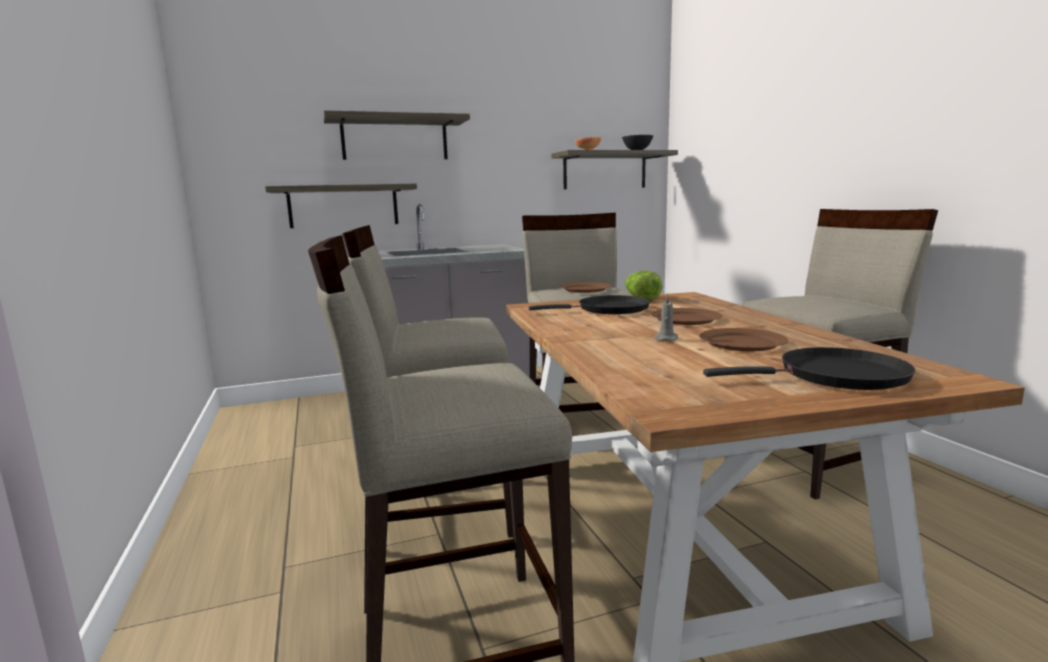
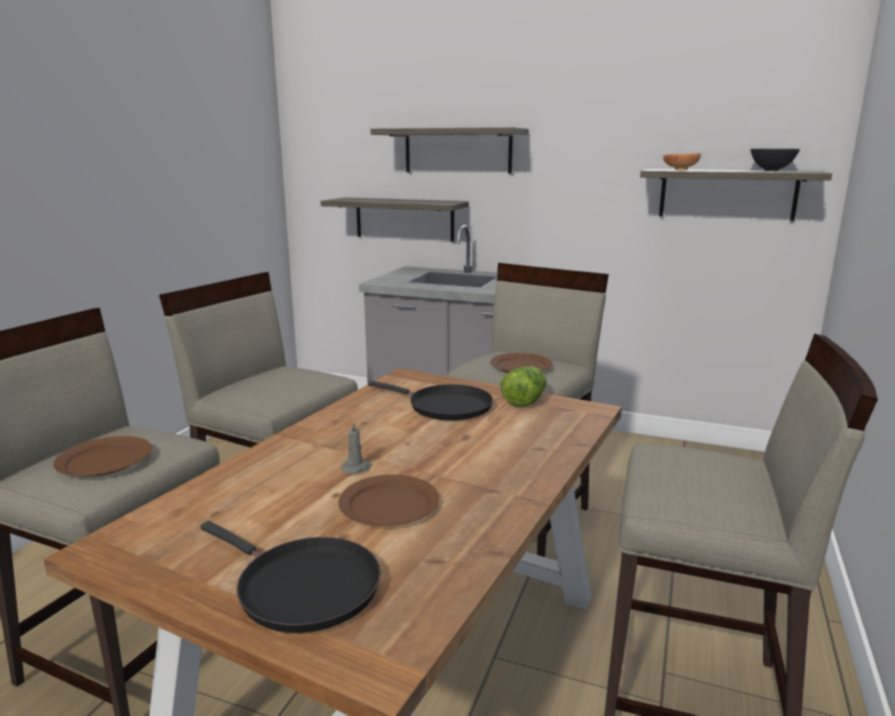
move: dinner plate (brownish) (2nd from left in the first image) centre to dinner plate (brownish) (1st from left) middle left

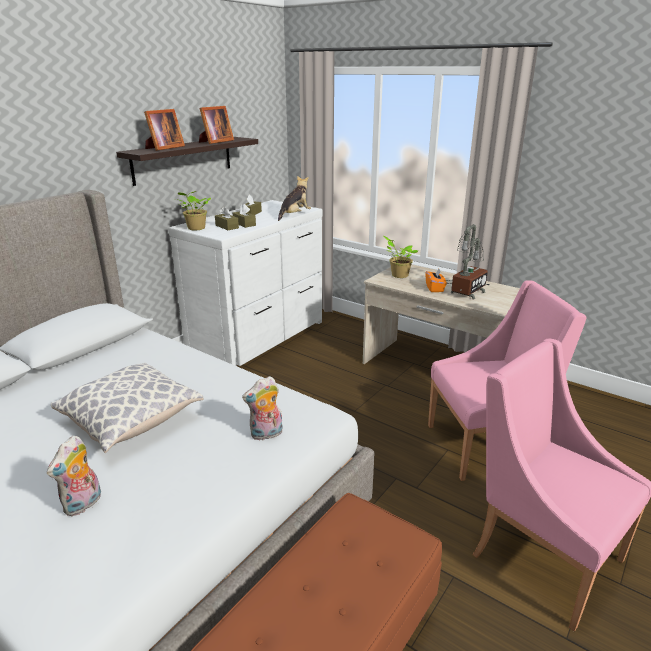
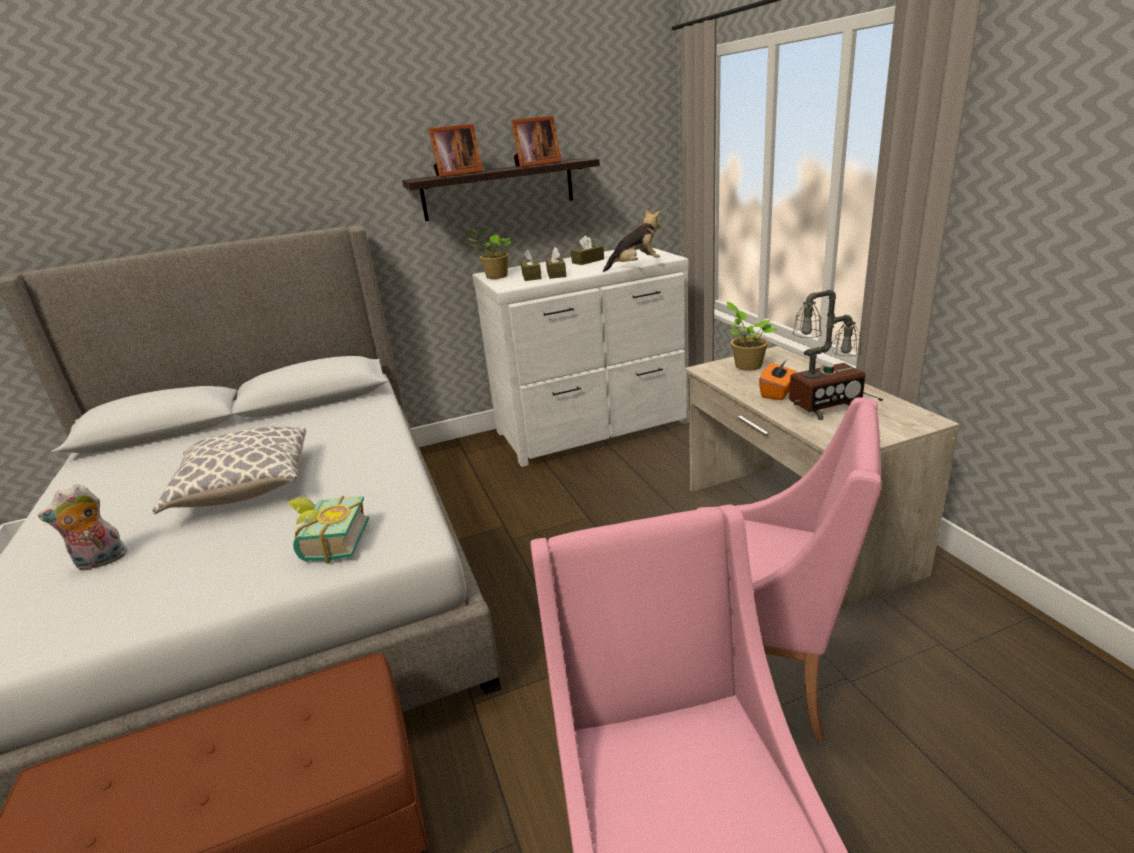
replace: soft toy (2nd from left) centre to volume middle left

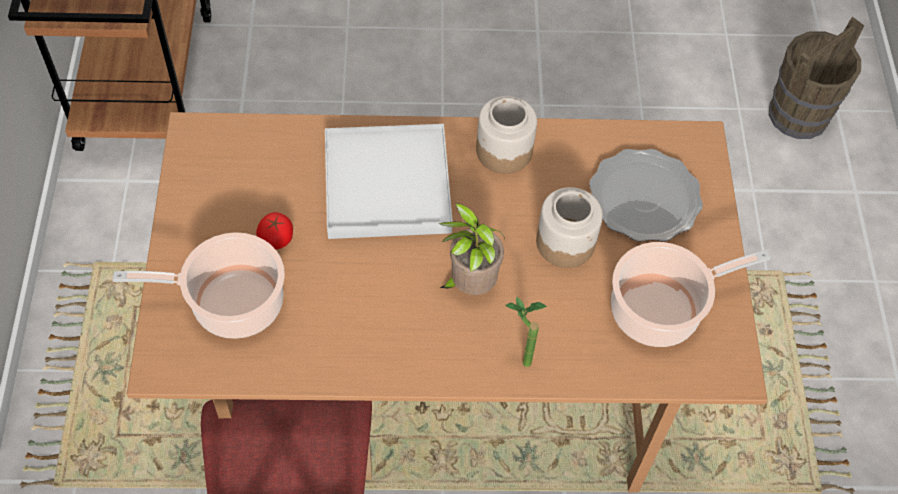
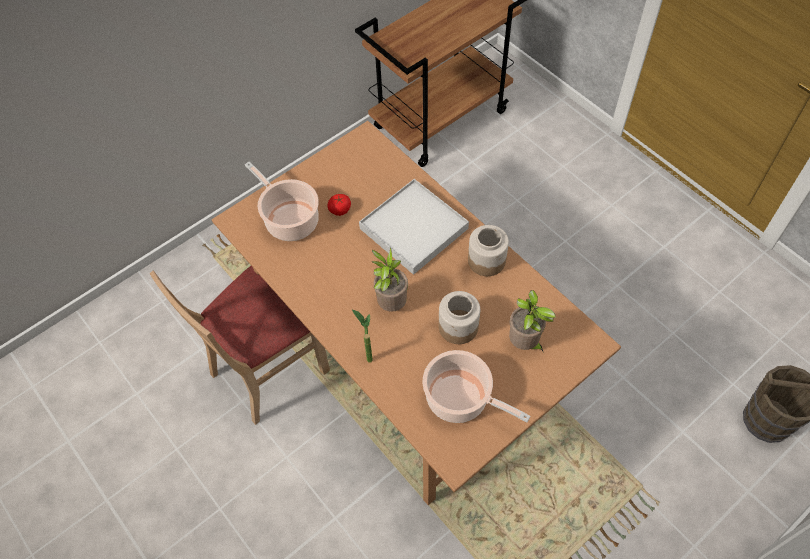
replace: dinner plate middle right to houseplant (3rd from left) centre

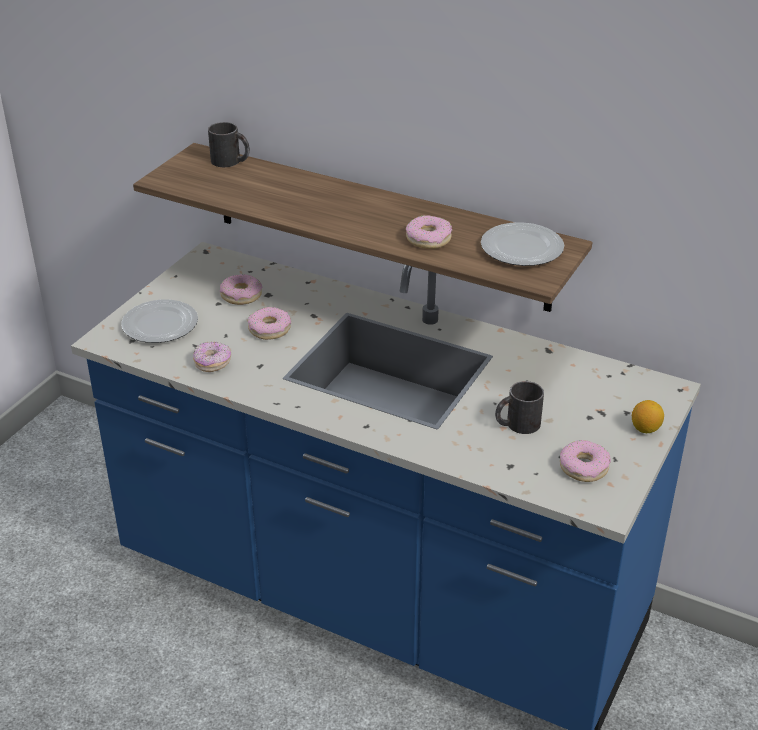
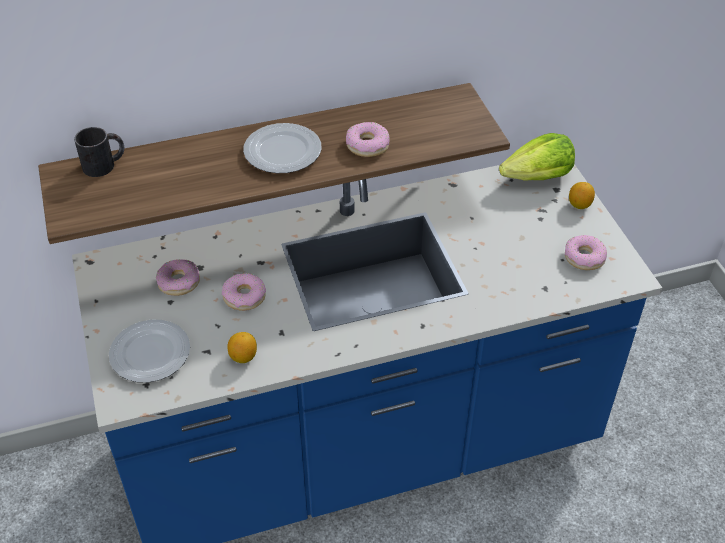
delete: coffee mug (black) (2nd from left) middle right
insert: head of lettuce top right
move: dinner plate (2nd from left) middle right to top centre
replace: doughnut (1st from left) middle left to lemon (1st from left) centre

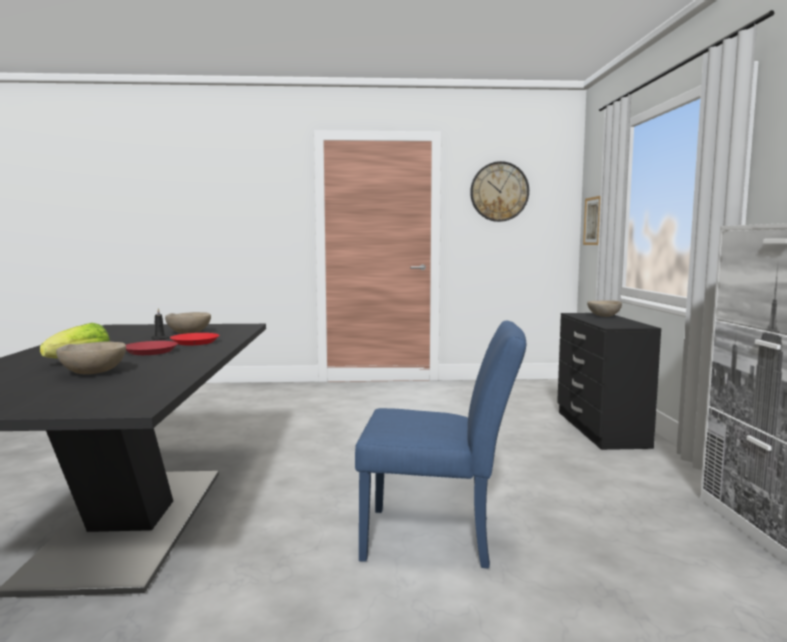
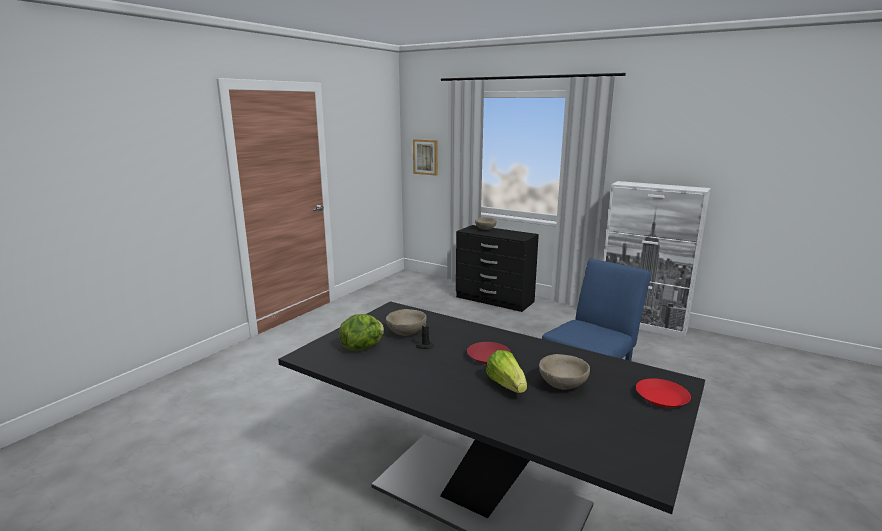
delete: wall clock top centre
insert: head of lettuce (1st from left) centre
move: dinner plate (red) (2nd from left) middle left to bottom right

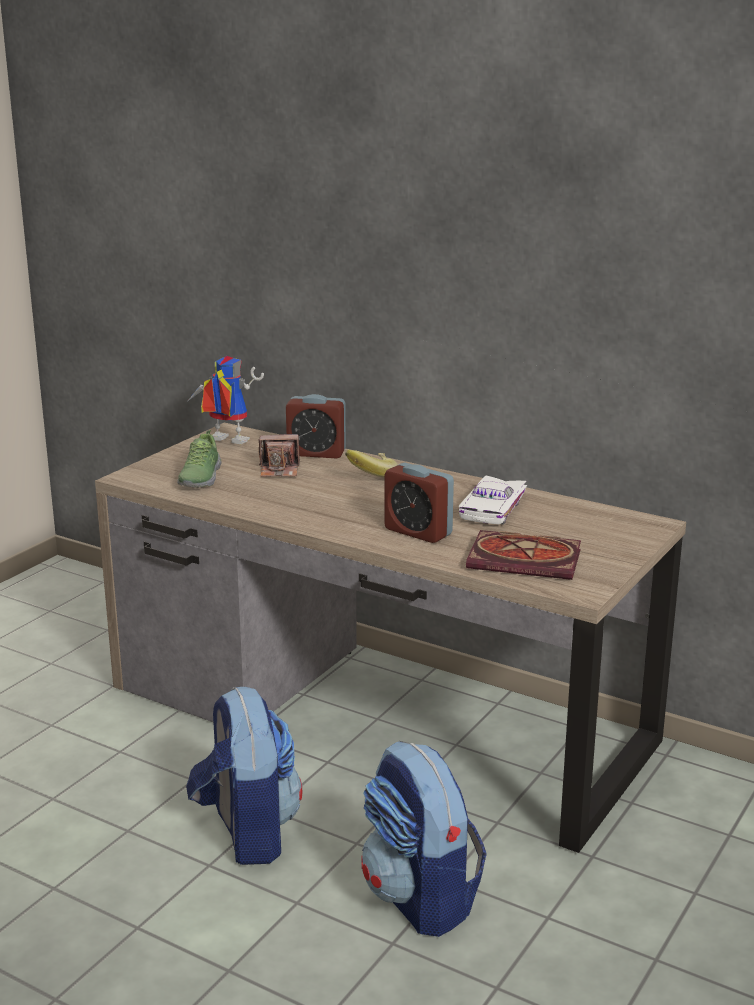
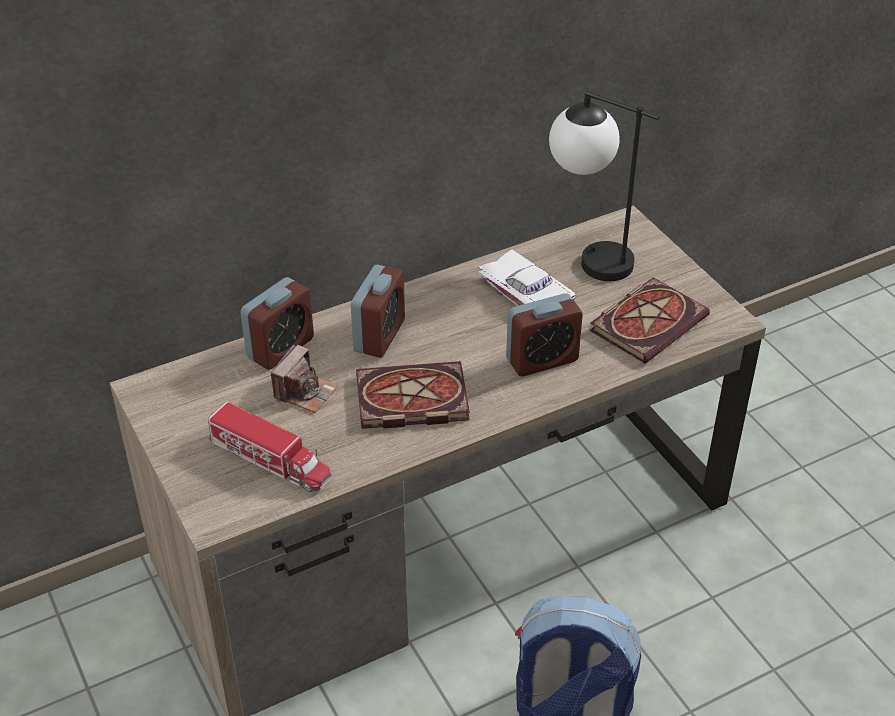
delete: toy robot middle left; backpack (2nd from left) bottom centre
insert: lamp for a table top right; volume (1st from left) centre
replace: shoe middle left to toy lorry middle left; whole banana centre to table clock (2nd from left) centre

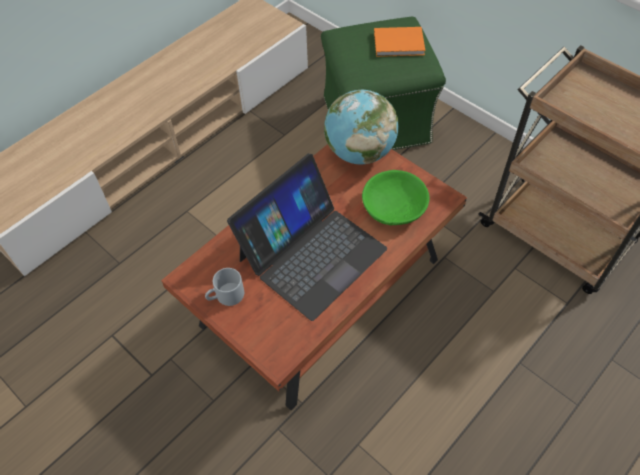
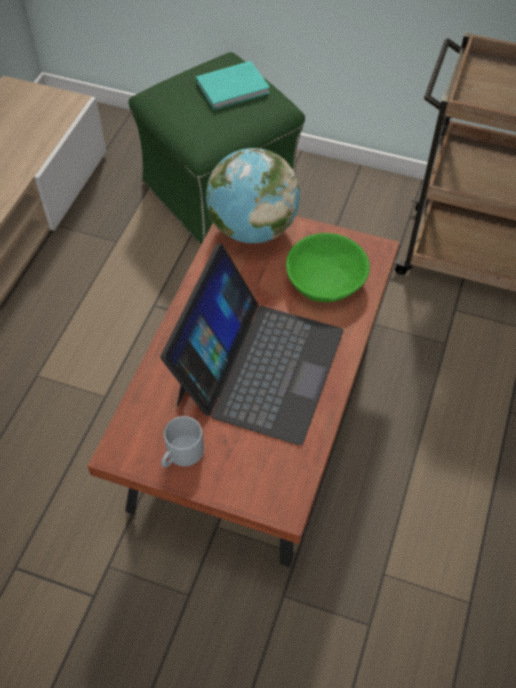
recolor: volume (orange-coloured) top centre to volume (turquoise) top centre

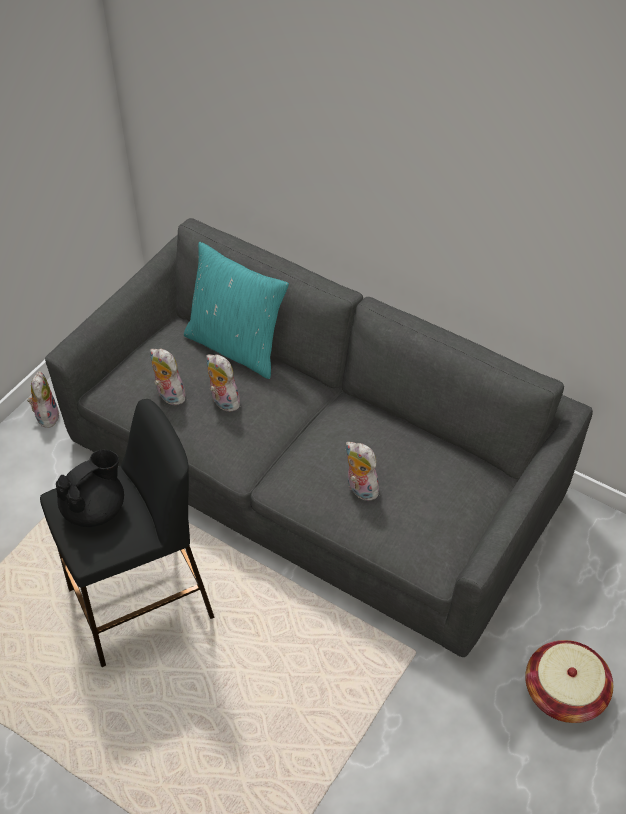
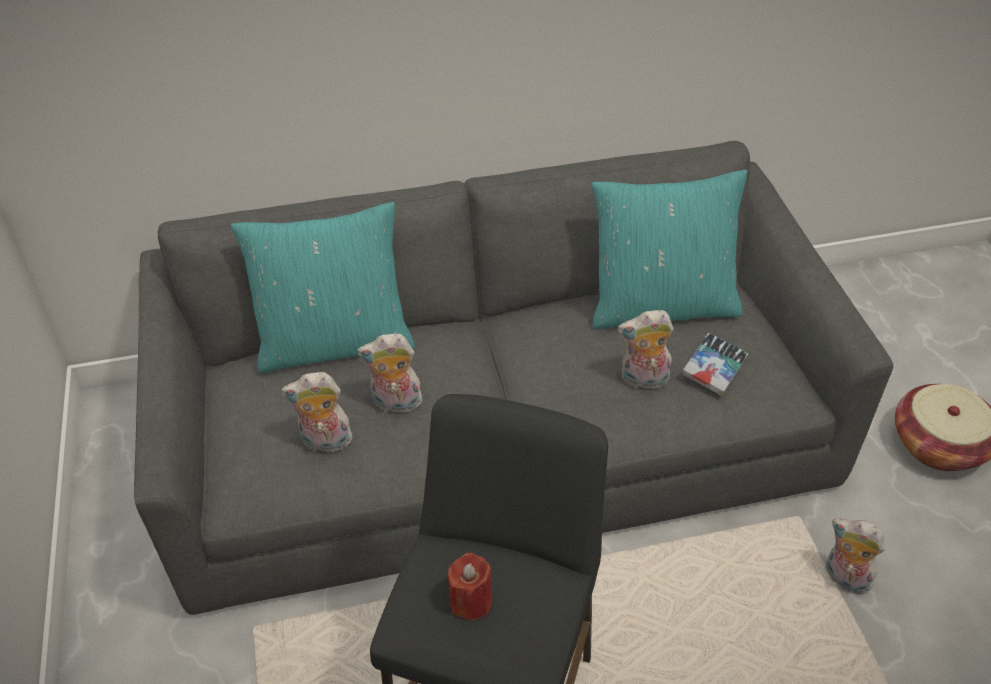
insert: cushion (turquoise) (2nd from left) middle right; volume middle right
move: soft toy (1st from left in the first image) middle left to soft toy (4th from left) bottom right
replace: tea pot (black) middle left to candle (red) bottom centre

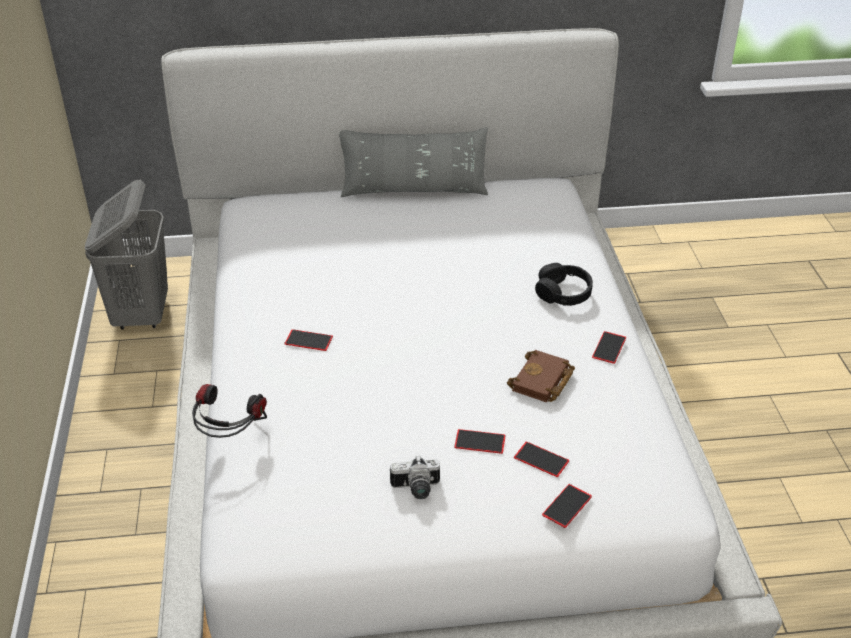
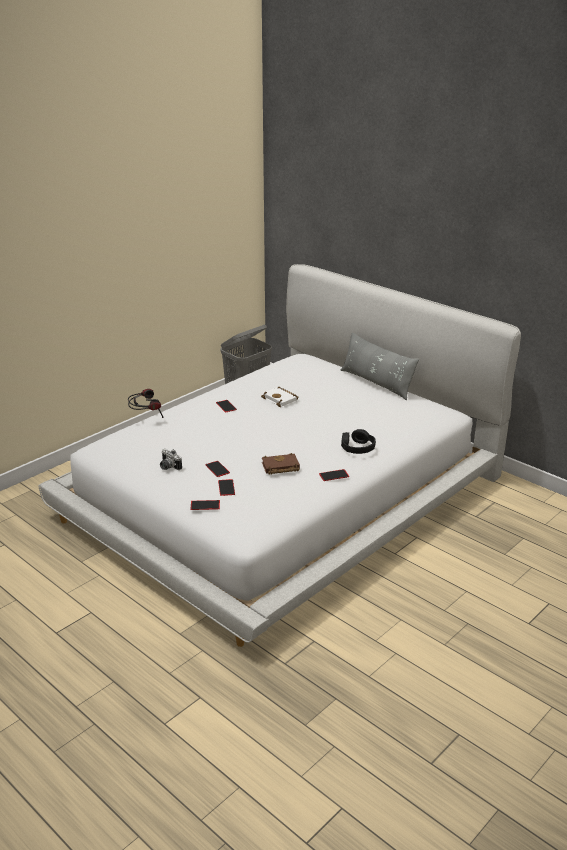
insert: volume (white) centre

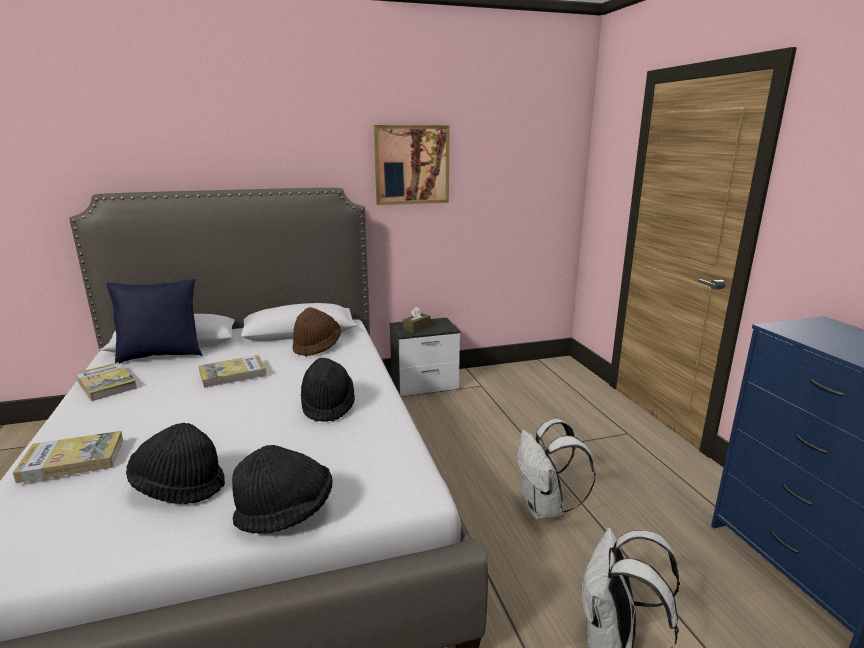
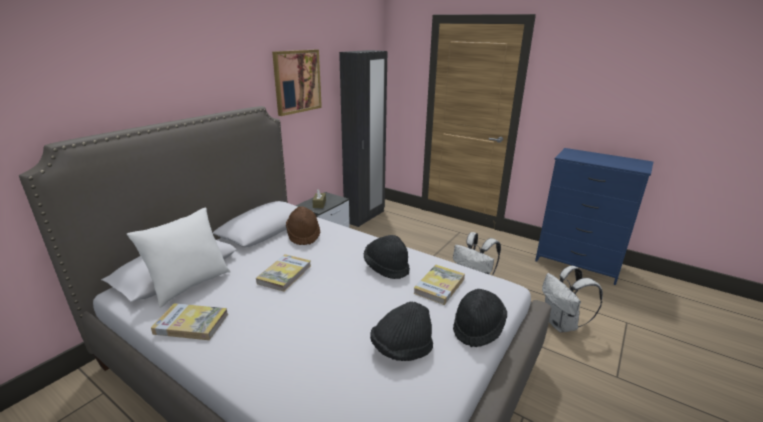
insert: armoire (black) top centre
move: volume (1st from left in the first image) bottom left to volume (3rd from left) bottom centre
recolor: cushion (blue) middle left to cushion (white) middle left

